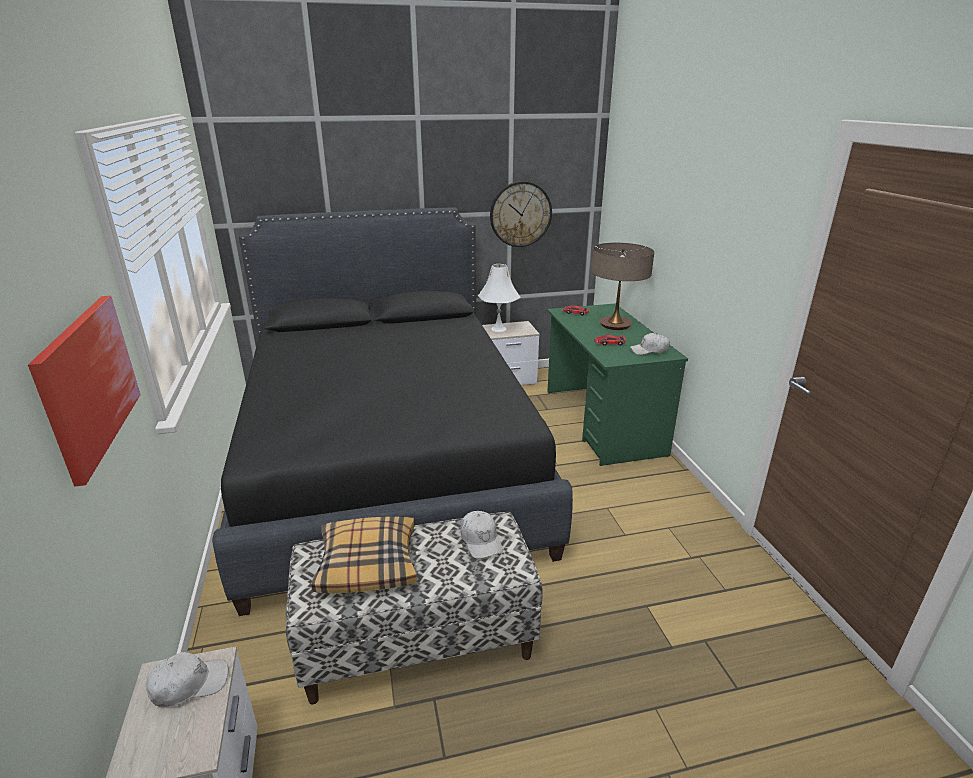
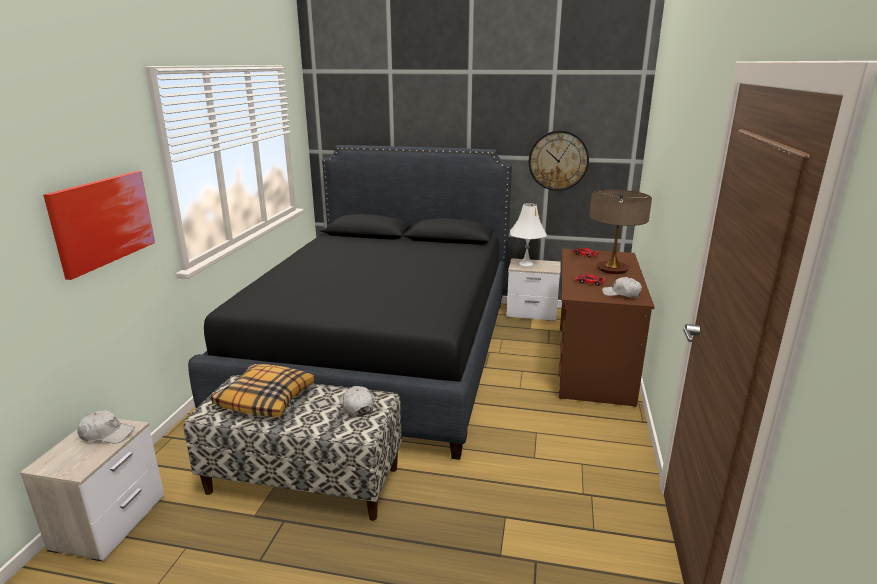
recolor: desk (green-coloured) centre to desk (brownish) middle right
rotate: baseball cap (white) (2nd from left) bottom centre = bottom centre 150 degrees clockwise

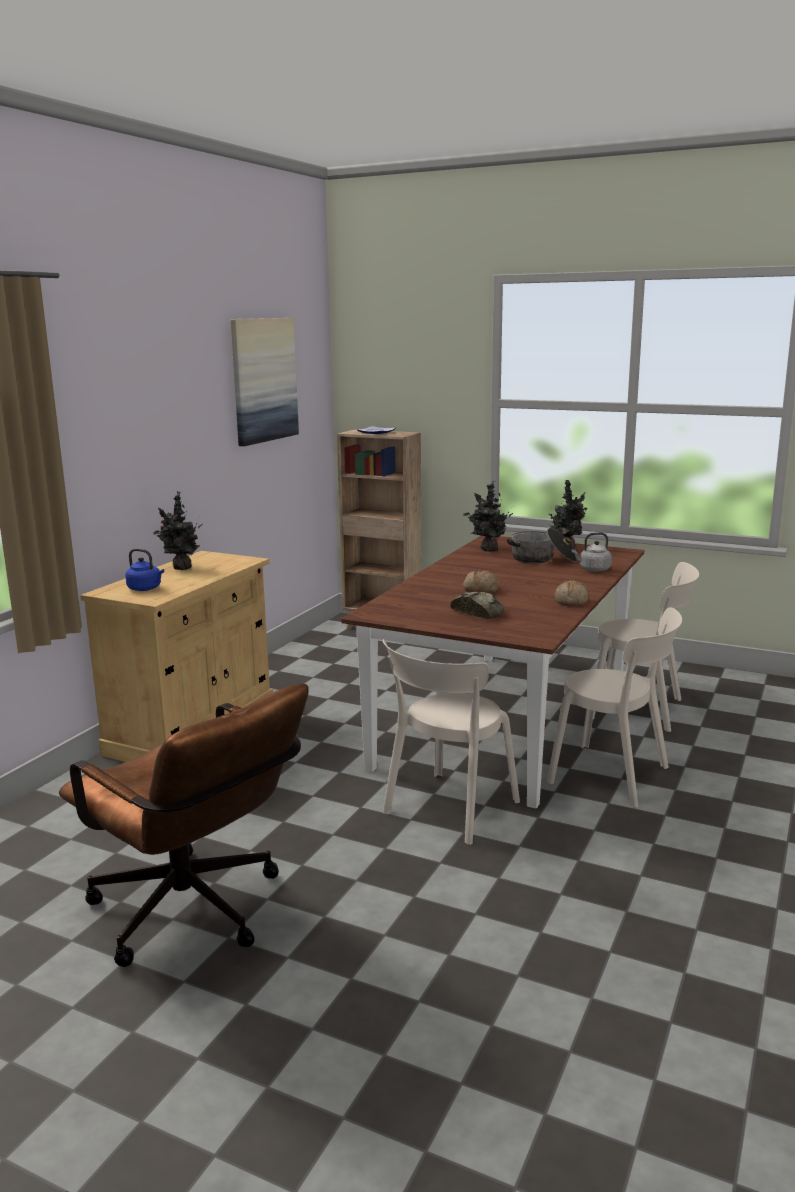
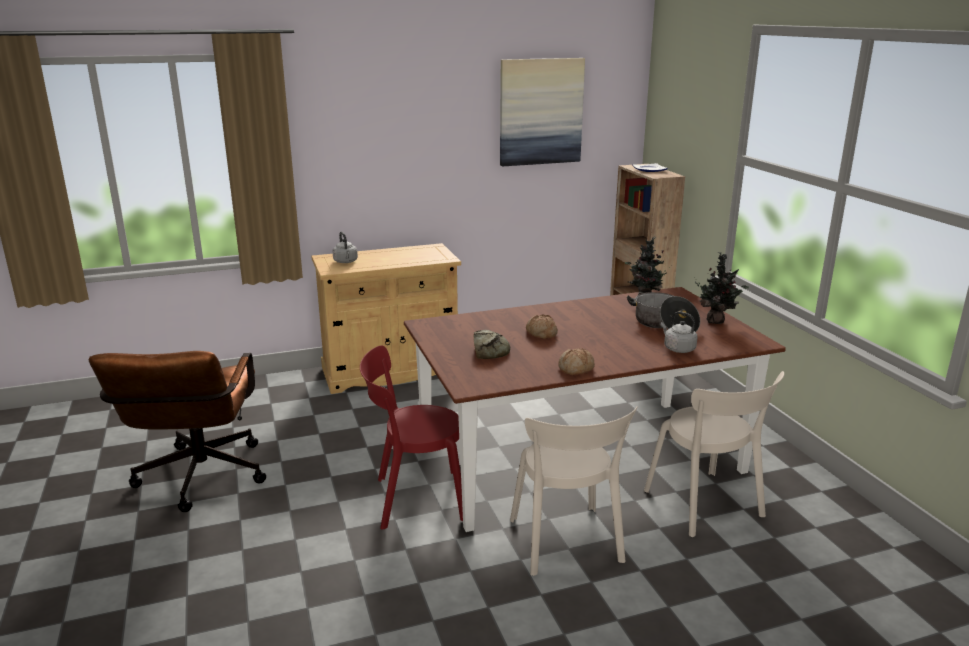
delete: houseplant (1st from left) middle left
recolor: water kettle (blue) middle left to water kettle (gray) (1st from left) centre; chair (sand-coloured) (1st from left) centre to chair (red) bottom centre

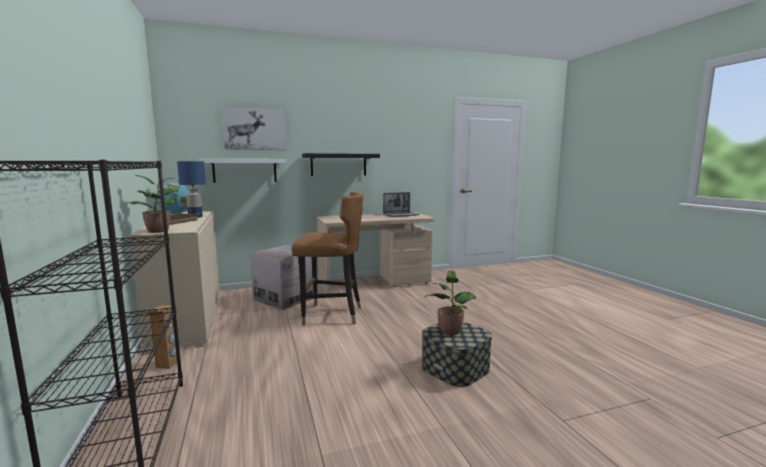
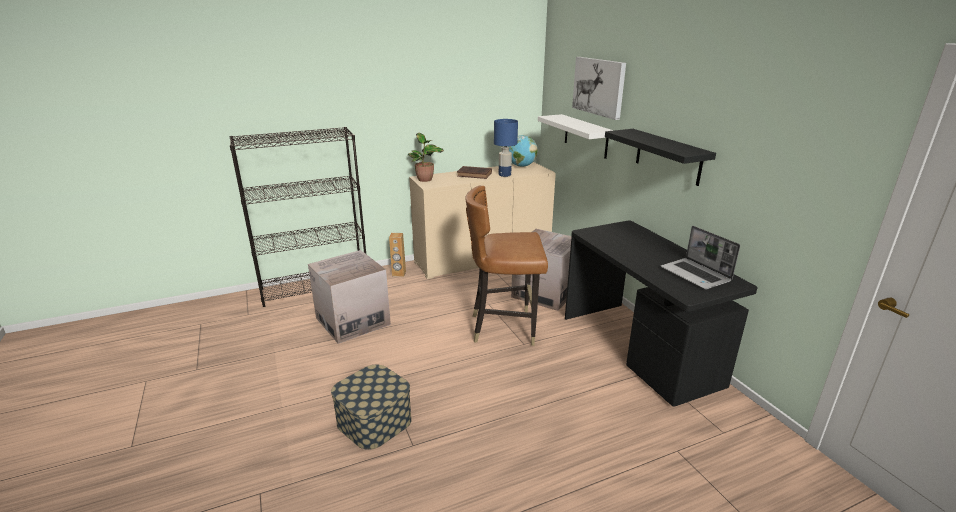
delete: houseplant (2nd from left) centre
insert: carton (1st from left) centre
recolor: desk (sand-coloured) centre to desk (black) middle right
rotate: chair (brownish) centre = centre 90 degrees clockwise

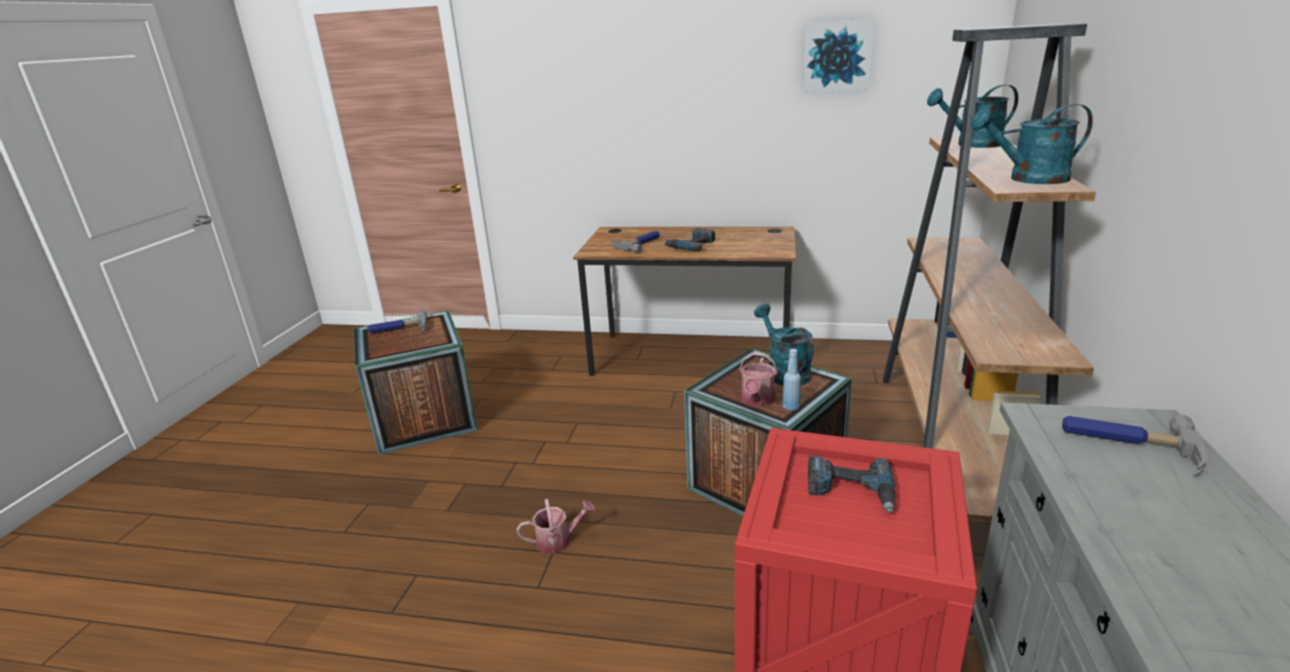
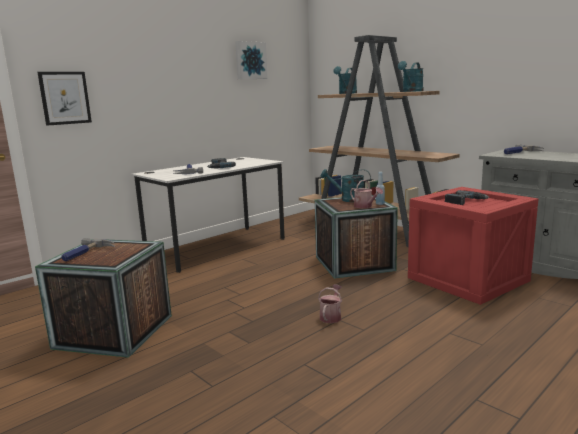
insert: wall art (1st from left) top left
recolor: desk (brownish) centre to desk (white) centre

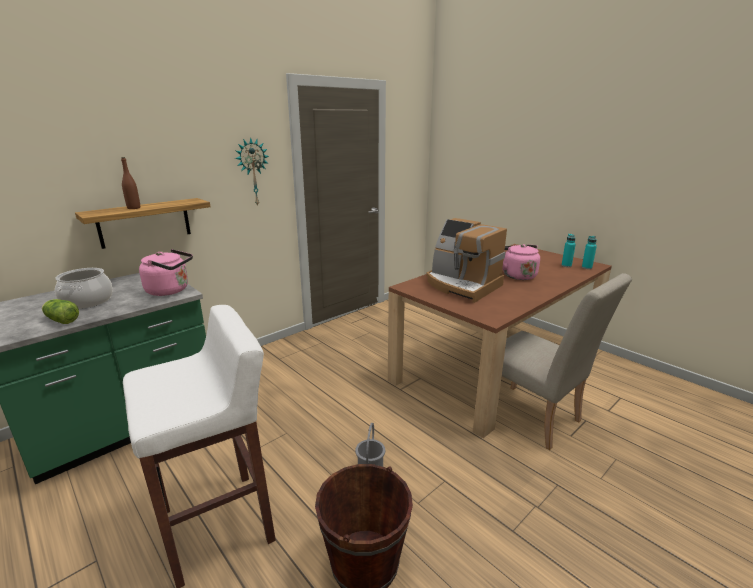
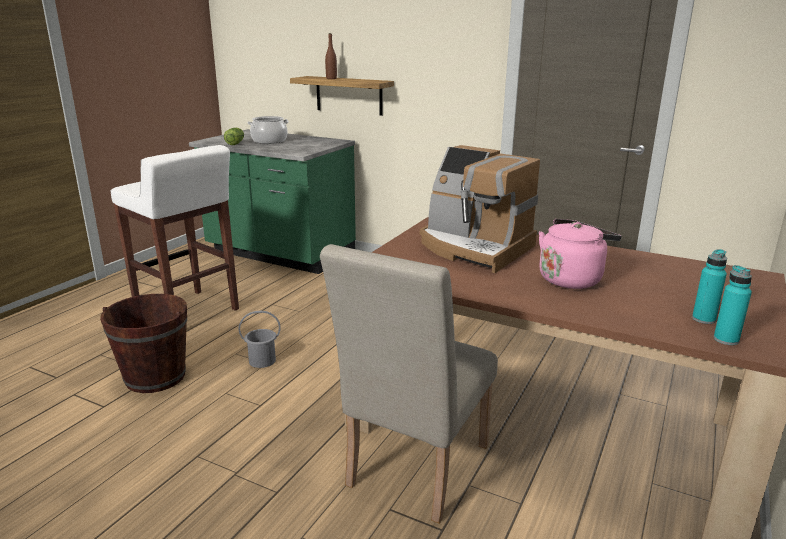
delete: wall clock top centre; water kettle (pink) (1st from left) middle left
rotate: coffee maker centre = centre 75 degrees counterclockwise

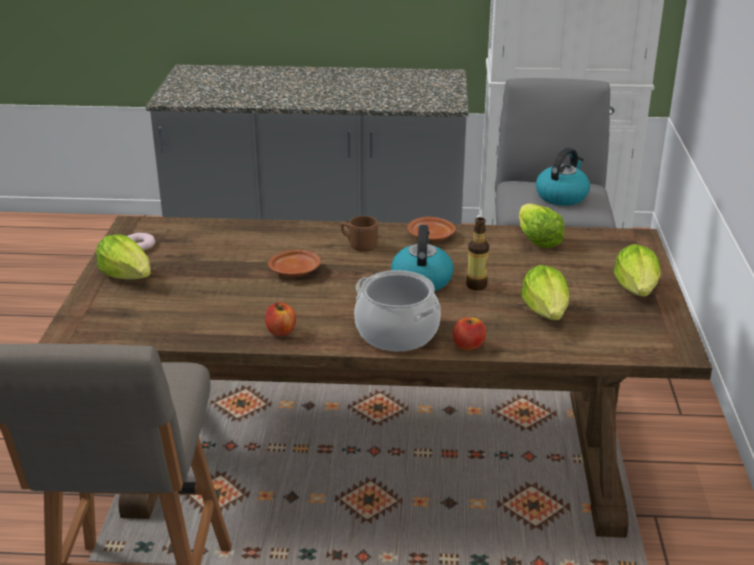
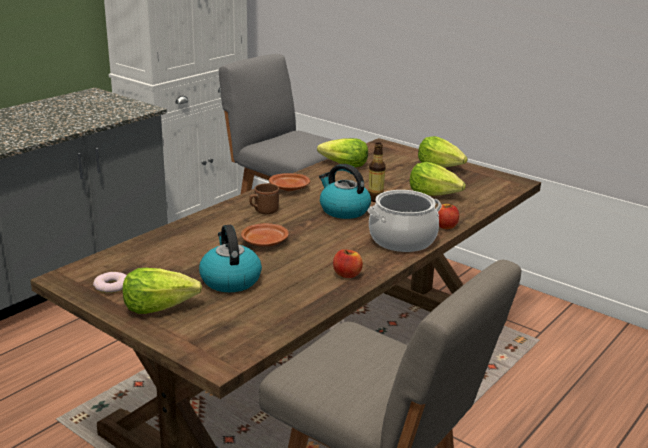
move: water kettle (2nd from left in the first image) top right to water kettle (1st from left) centre

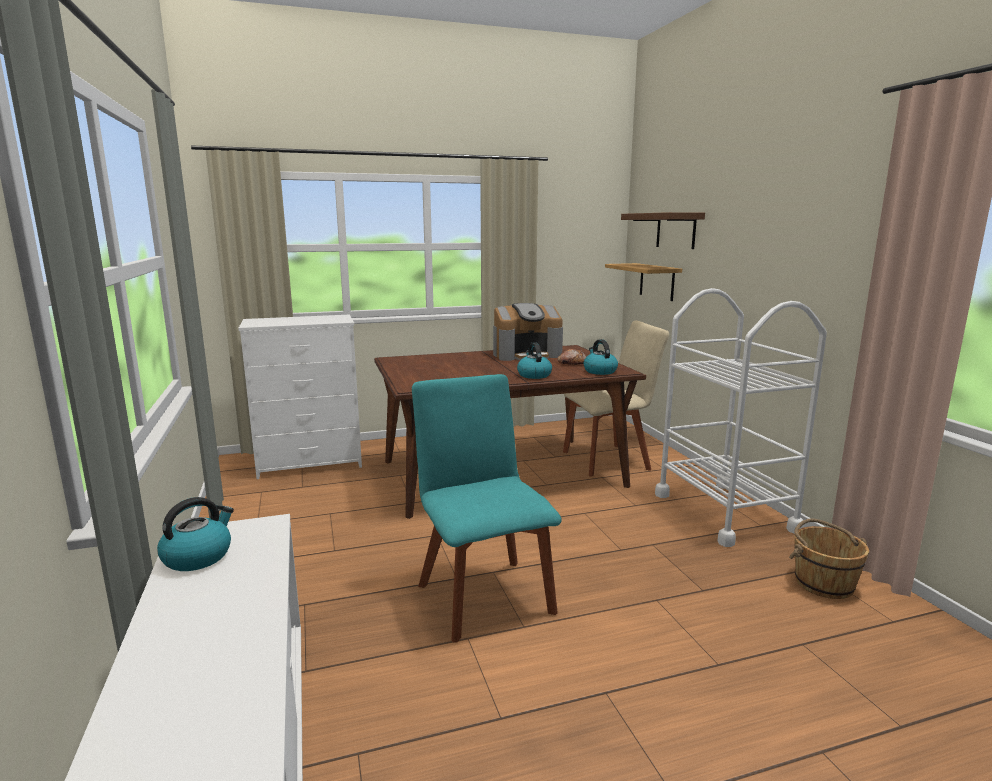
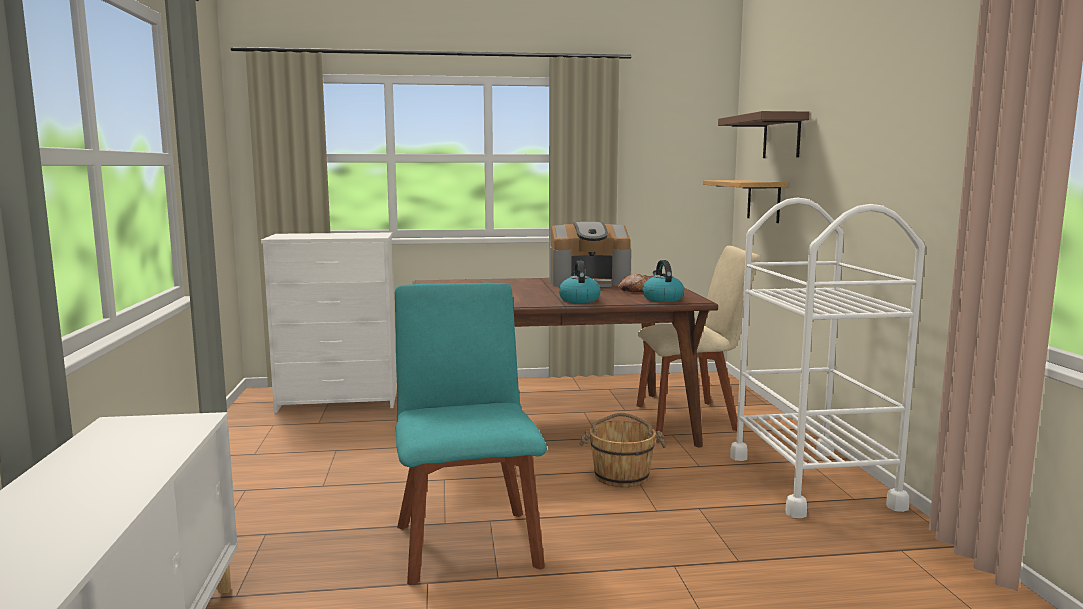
delete: water kettle (1st from left) bottom left
move: pail (brownish) bottom right to bottom centre

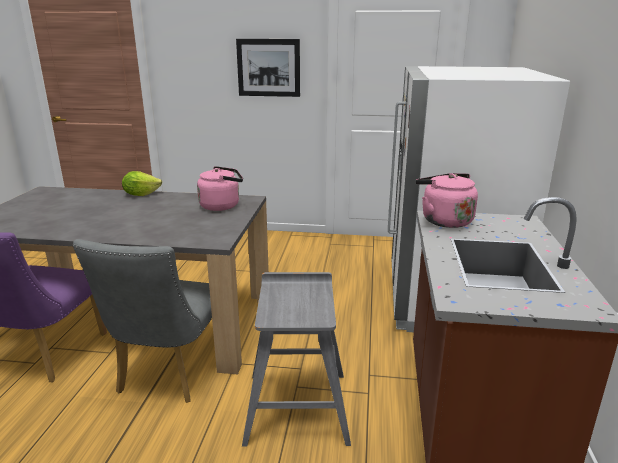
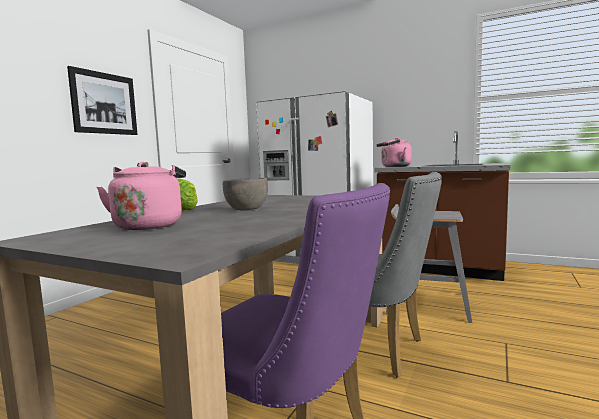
insert: deep dish (gray) centre
move: water kettle (pink) (1st from left) centre to middle left

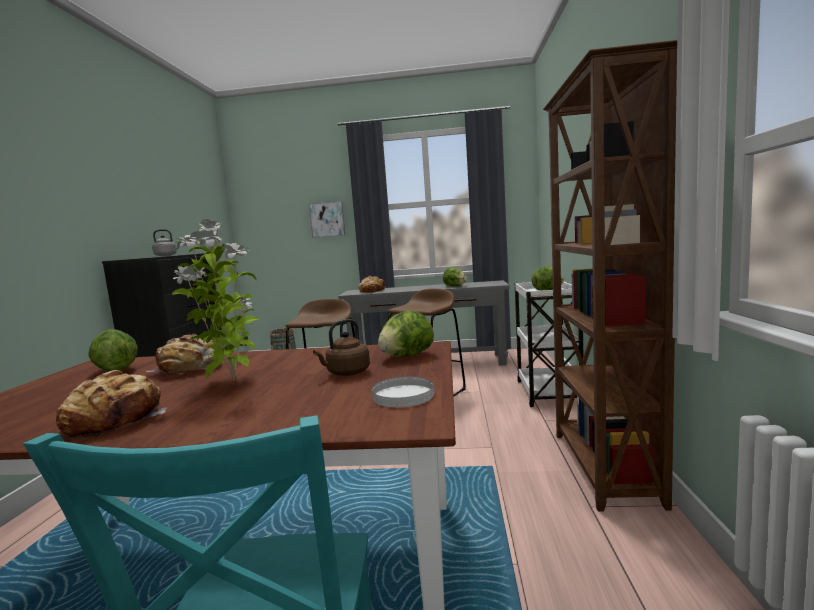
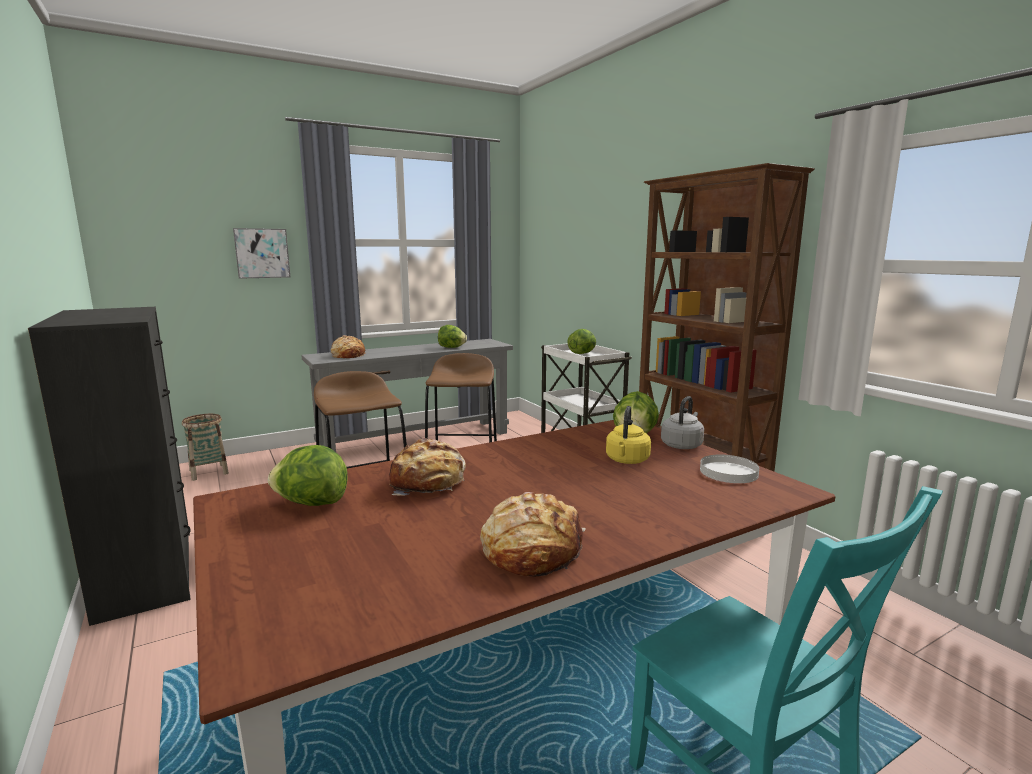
delete: houseplant middle left
move: water kettle (gray) middle left to centre
recolor: water kettle (brownish) centre to water kettle (yellow) centre

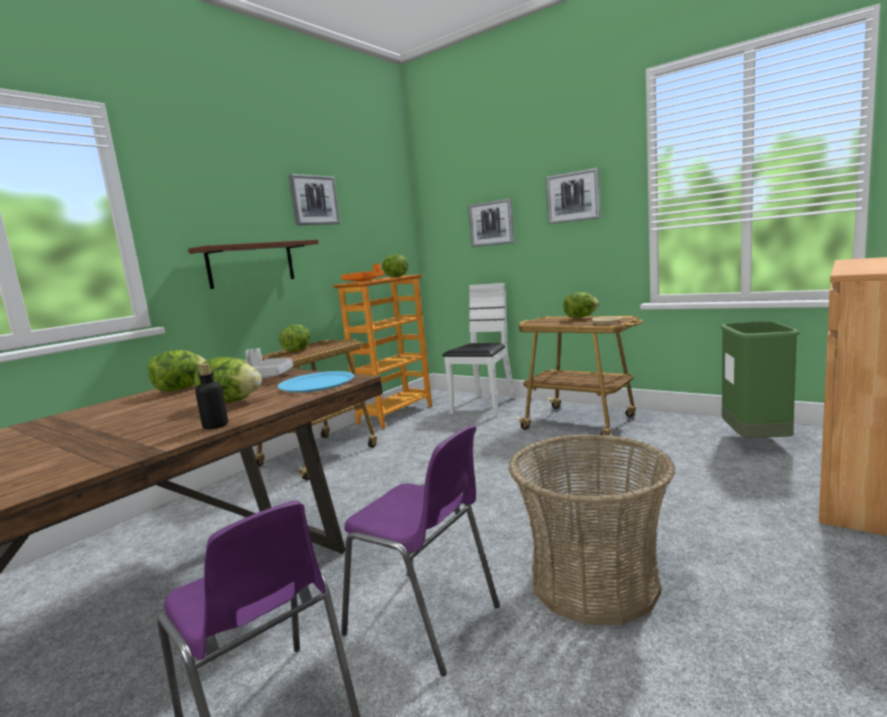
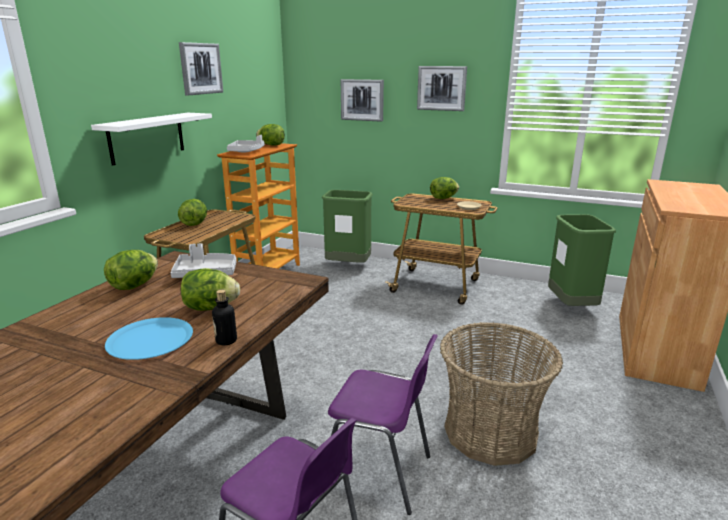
move: dinner plate (blue) centre to middle left
replace: chair (white) centre to waste bin (green-coloured) (1st from left) centre
recolor: wall shelf (brownish) middle left to wall shelf (white) top left; tray (orange-coloured) centre to tray (gray) (2nd from left) top centre

